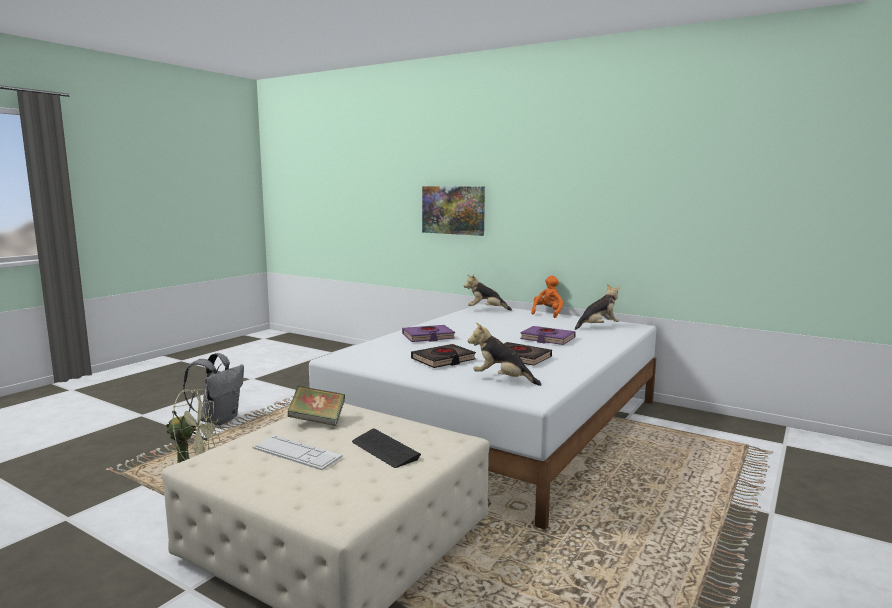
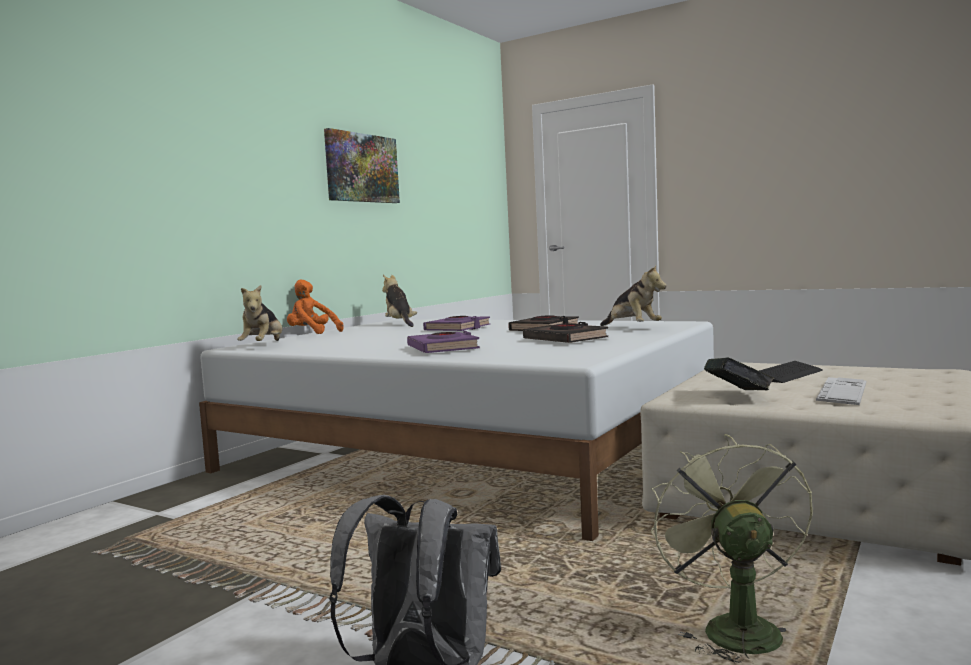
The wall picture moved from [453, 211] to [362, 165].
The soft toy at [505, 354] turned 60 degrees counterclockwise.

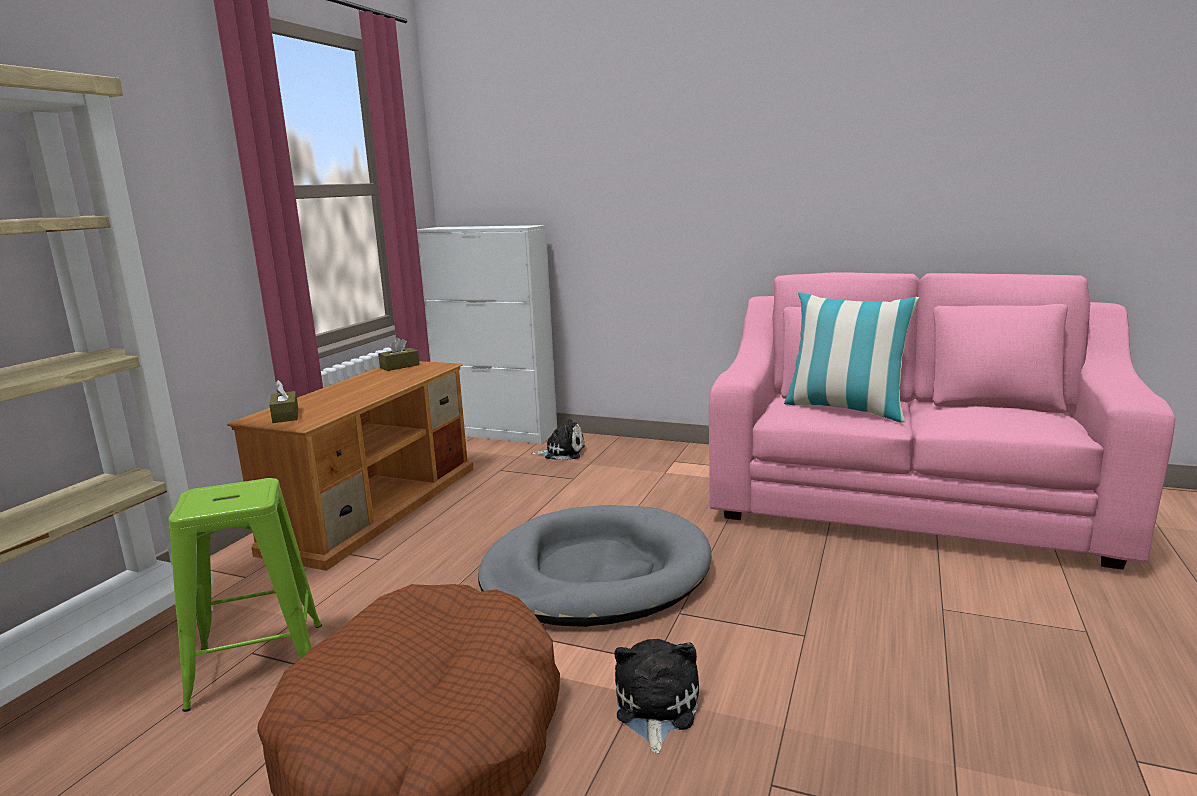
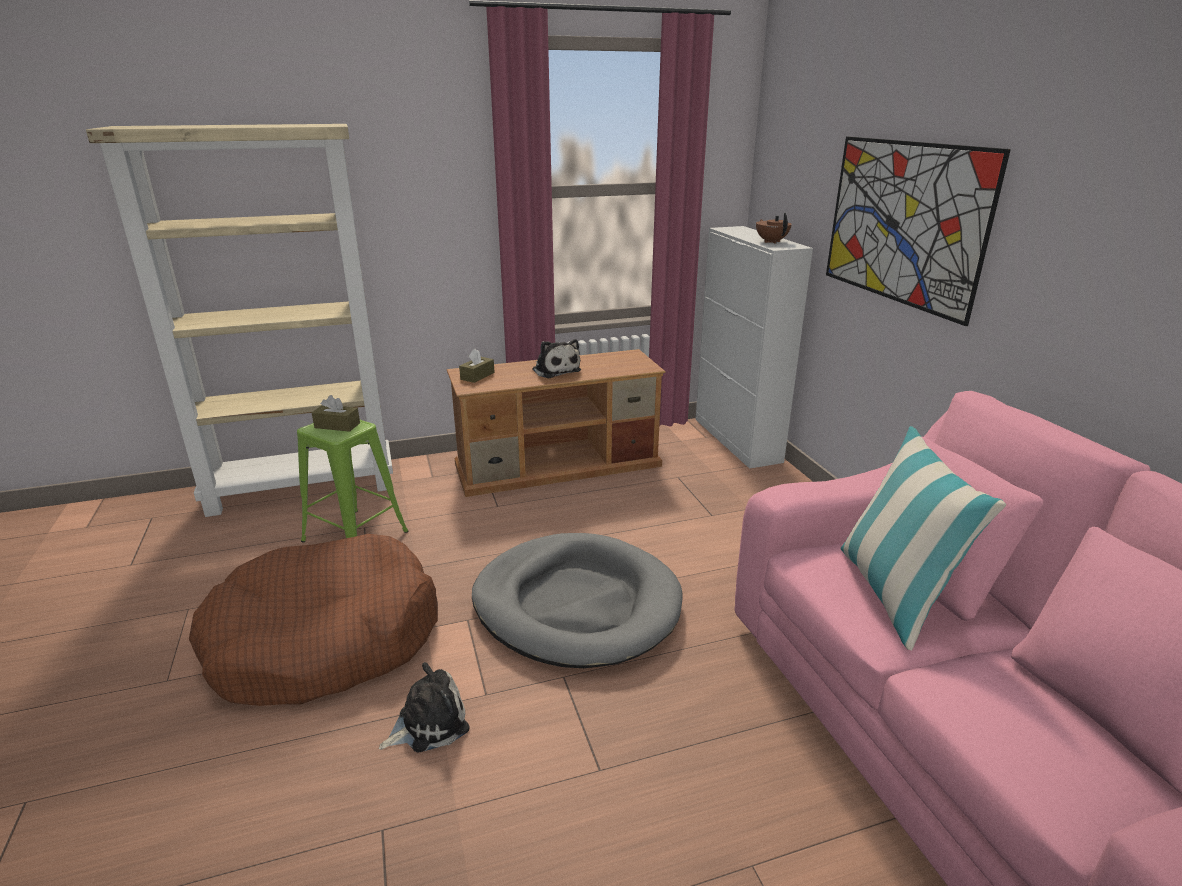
The brown tissue holder moved from [399, 354] to [336, 413].
The soft toy moved from [558, 440] to [557, 358].
The brown pot for tea at [774, 228] appeared.
The wall picture at [918, 231] appeared.

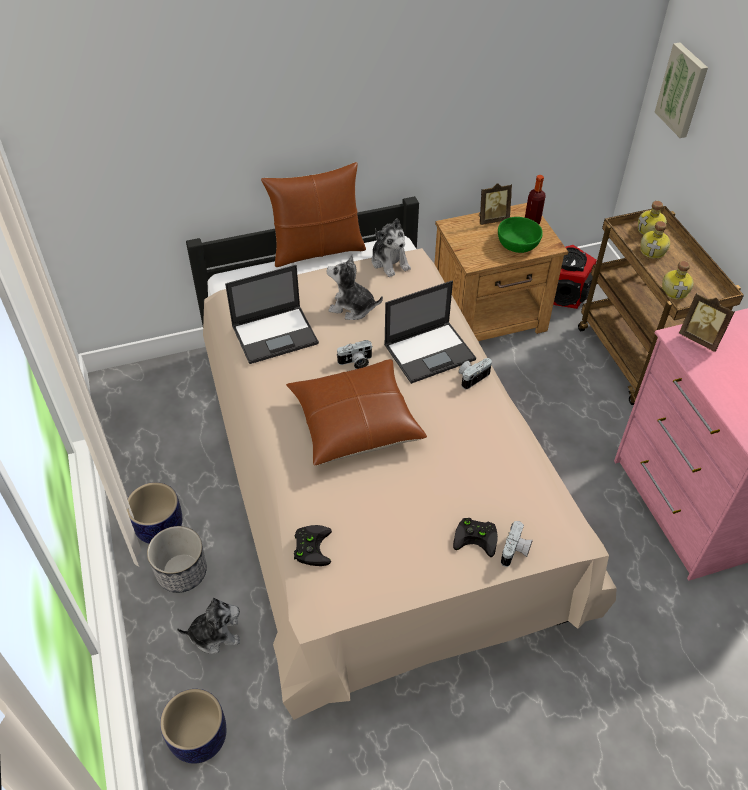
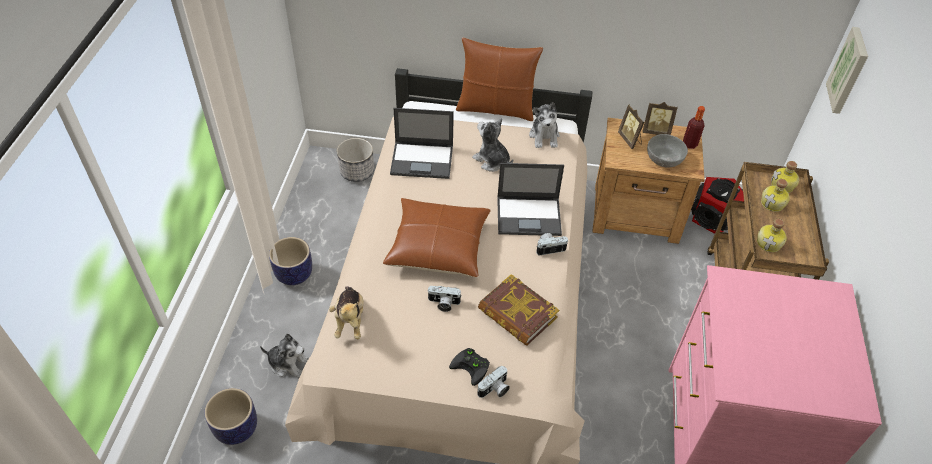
The black joypad at [313, 545] was replaced by the soft toy at [346, 312].
The plant pot moved from [177, 559] to [355, 160].
The photo camera moved from [354, 354] to [444, 299].
The volume at [518, 310] appeared.
The photo frame moved from [707, 322] to [631, 126].
The greenish deep dish at [520, 235] became the gray deep dish at [667, 150].

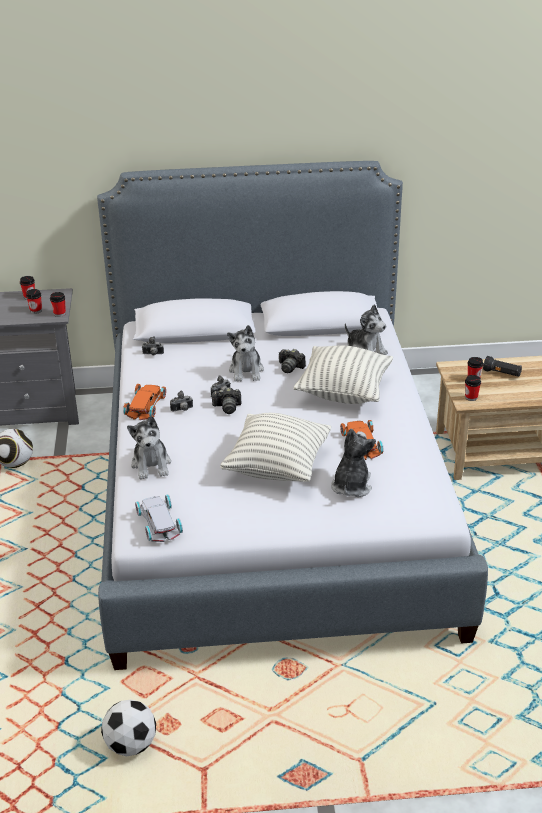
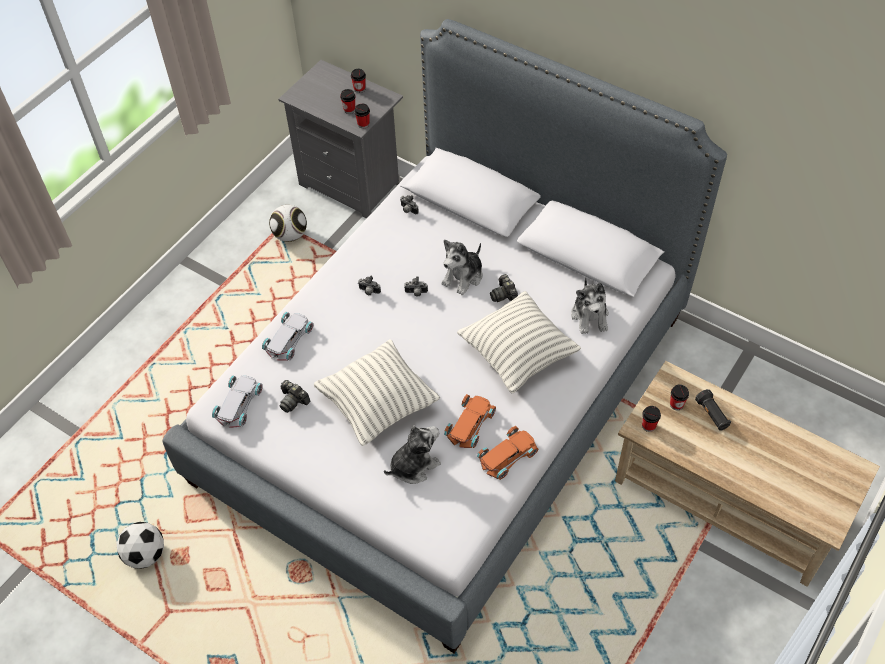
The soft toy at [149, 447] was replaced by the whitish model car at [288, 336].
The photo camera moved from [226, 400] to [295, 396].
The orange-coloured model car moved from [144, 402] to [507, 453].

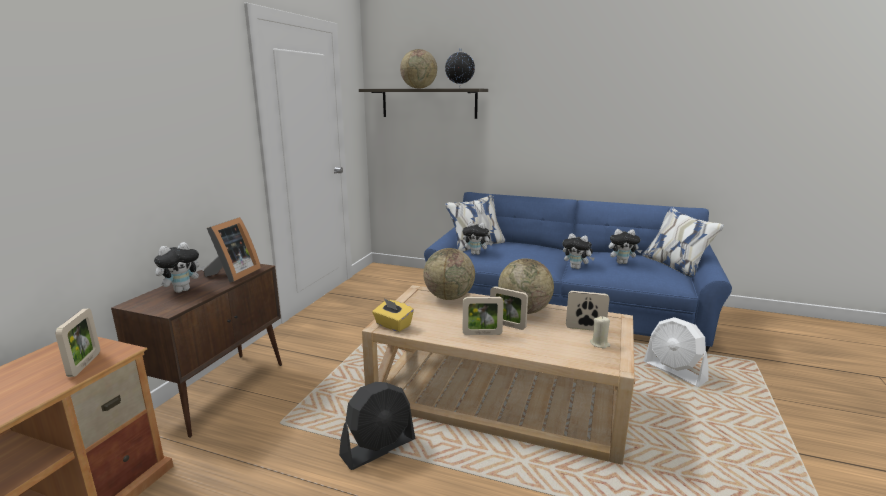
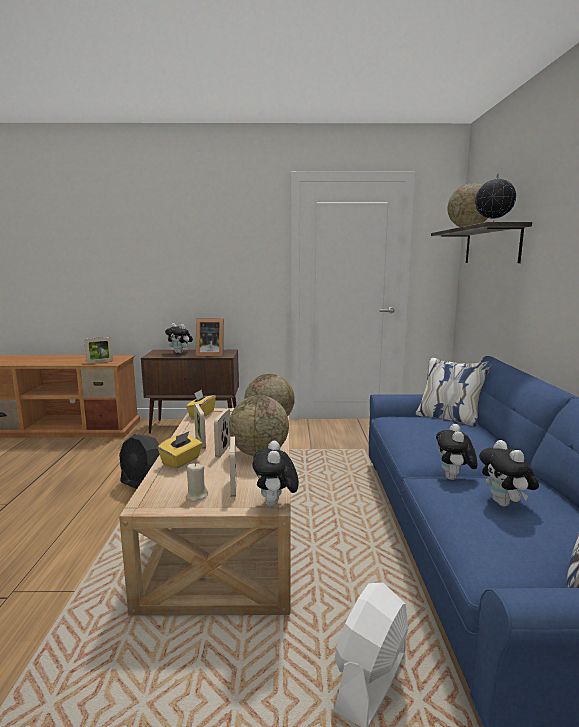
The yellowish tissue holder at [180, 450] appeared.
The soft toy moved from [477, 238] to [276, 474].

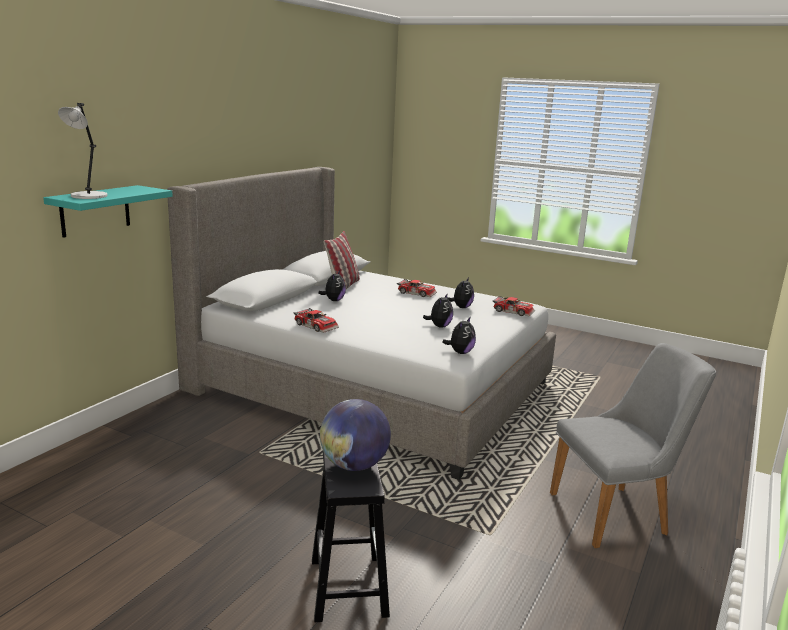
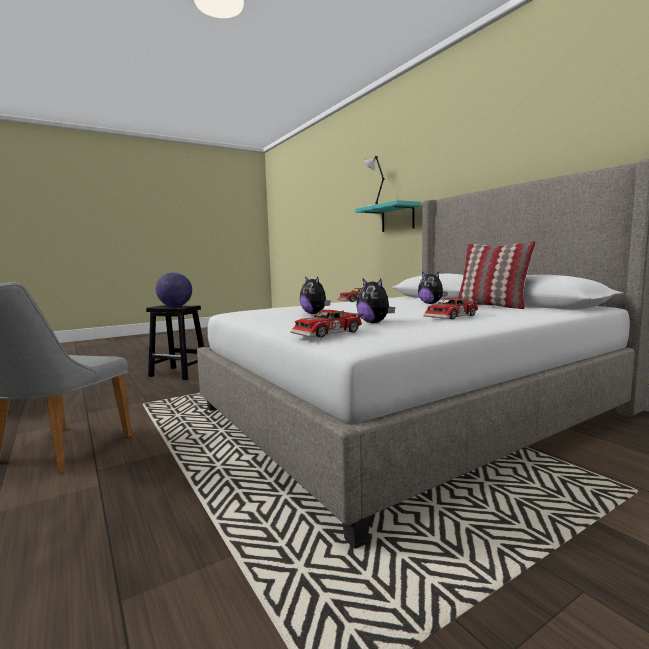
The soft toy at [459, 335] disappeared.

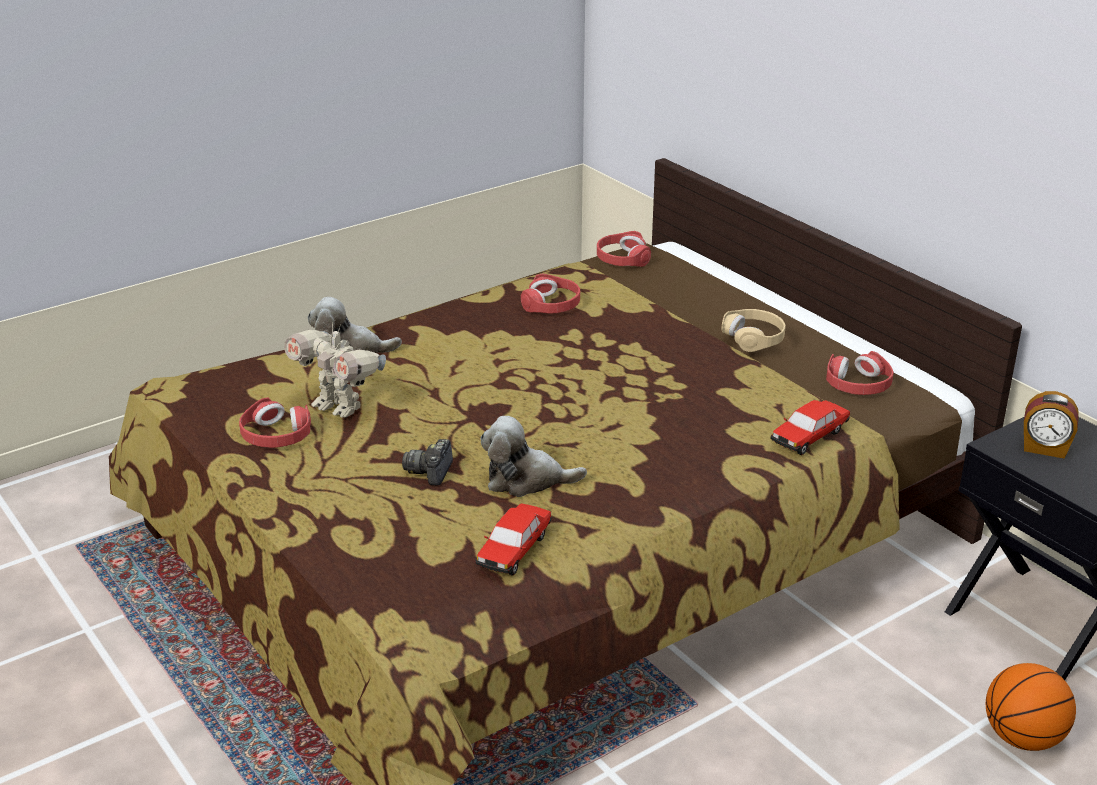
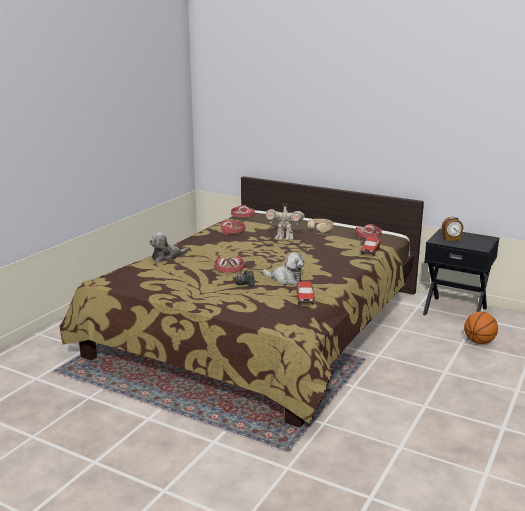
The red-coloured pair of headphones moved from [275, 422] to [229, 264].
The soft toy at [533, 456] turned 135 degrees counterclockwise.
The robot figure moved from [335, 370] to [285, 222].

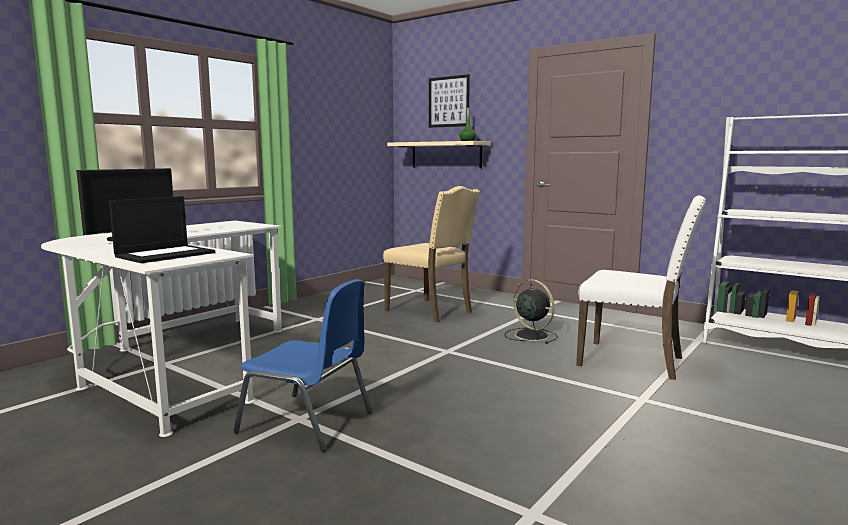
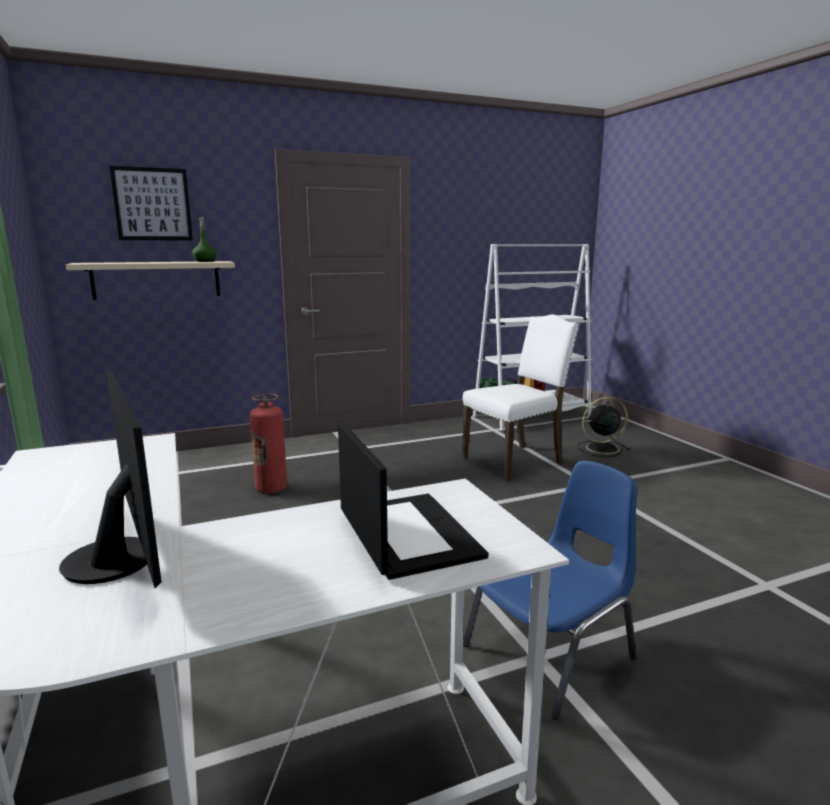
The sand-coloured plain chair at [431, 254] was replaced by the fire-fighting cylinder at [268, 443].
The black fan moved from [531, 311] to [604, 427].

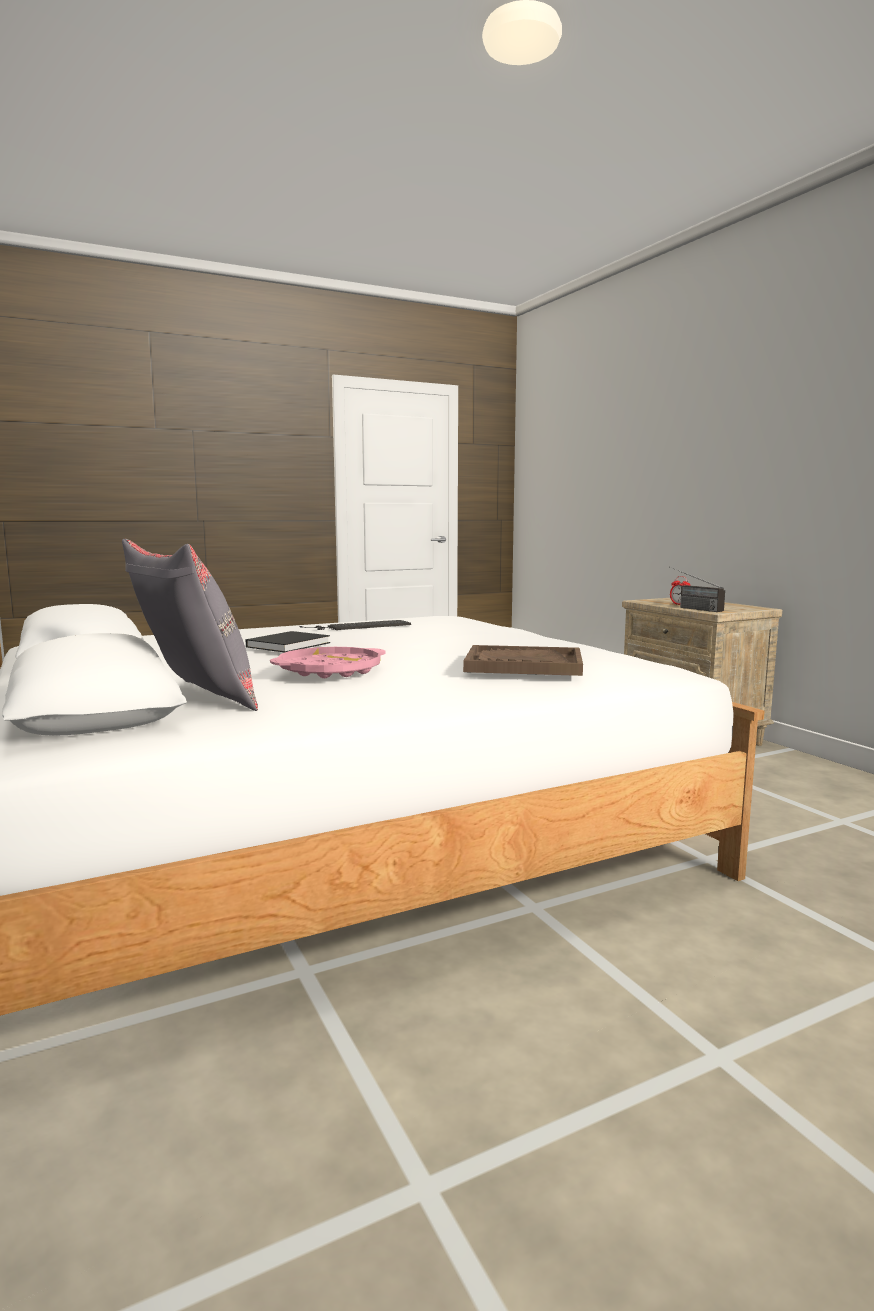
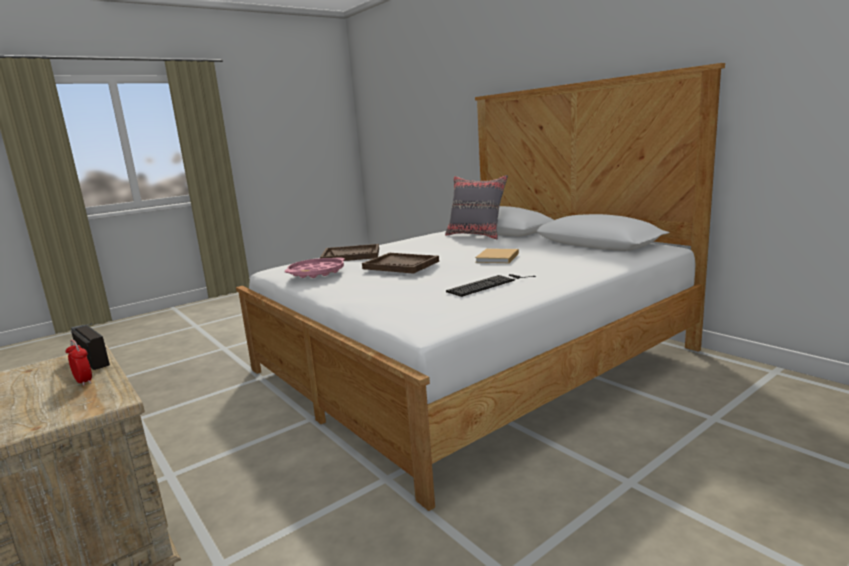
The pink tray moved from [328, 662] to [315, 267].
The brown tray at [400, 263] appeared.
The black volume at [287, 642] became the sand-coloured volume at [497, 255].

